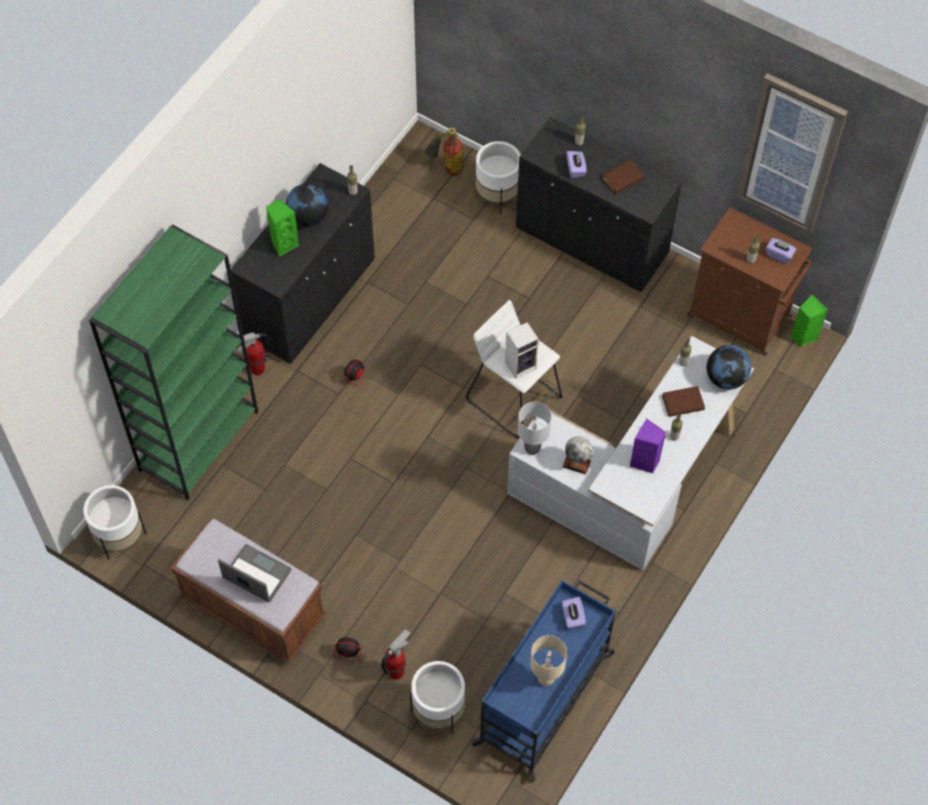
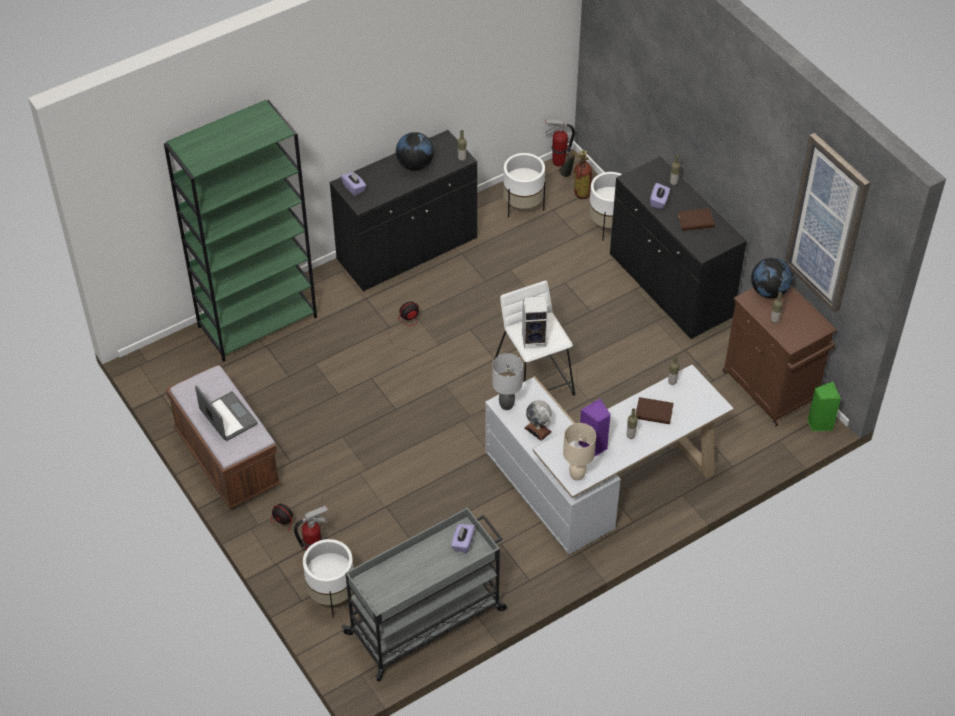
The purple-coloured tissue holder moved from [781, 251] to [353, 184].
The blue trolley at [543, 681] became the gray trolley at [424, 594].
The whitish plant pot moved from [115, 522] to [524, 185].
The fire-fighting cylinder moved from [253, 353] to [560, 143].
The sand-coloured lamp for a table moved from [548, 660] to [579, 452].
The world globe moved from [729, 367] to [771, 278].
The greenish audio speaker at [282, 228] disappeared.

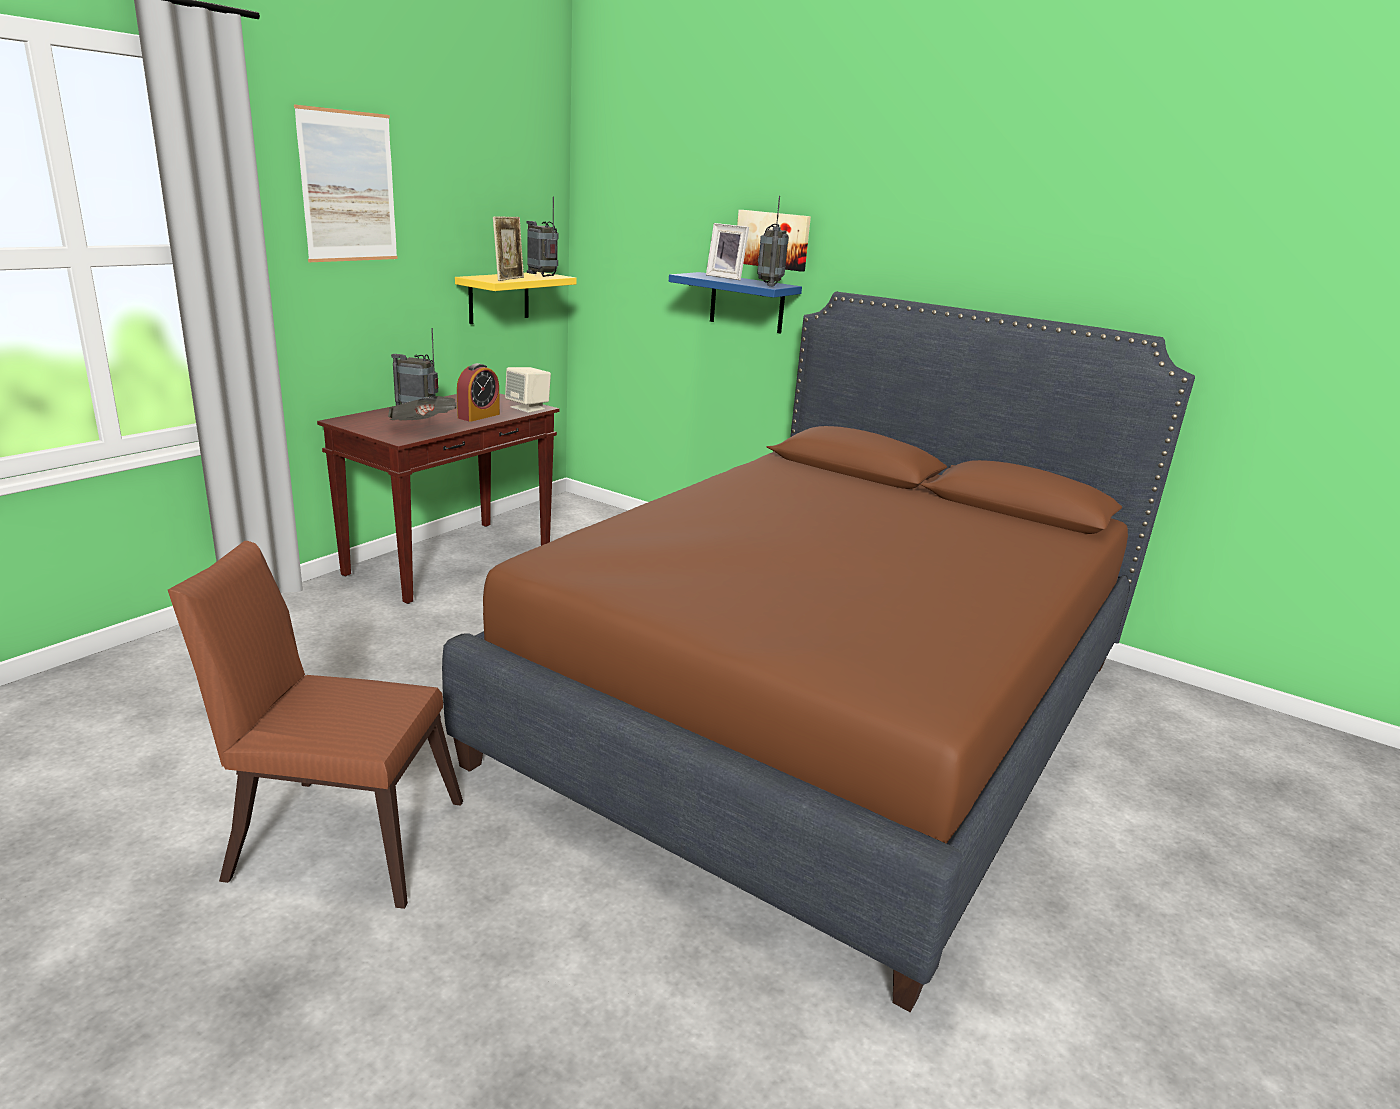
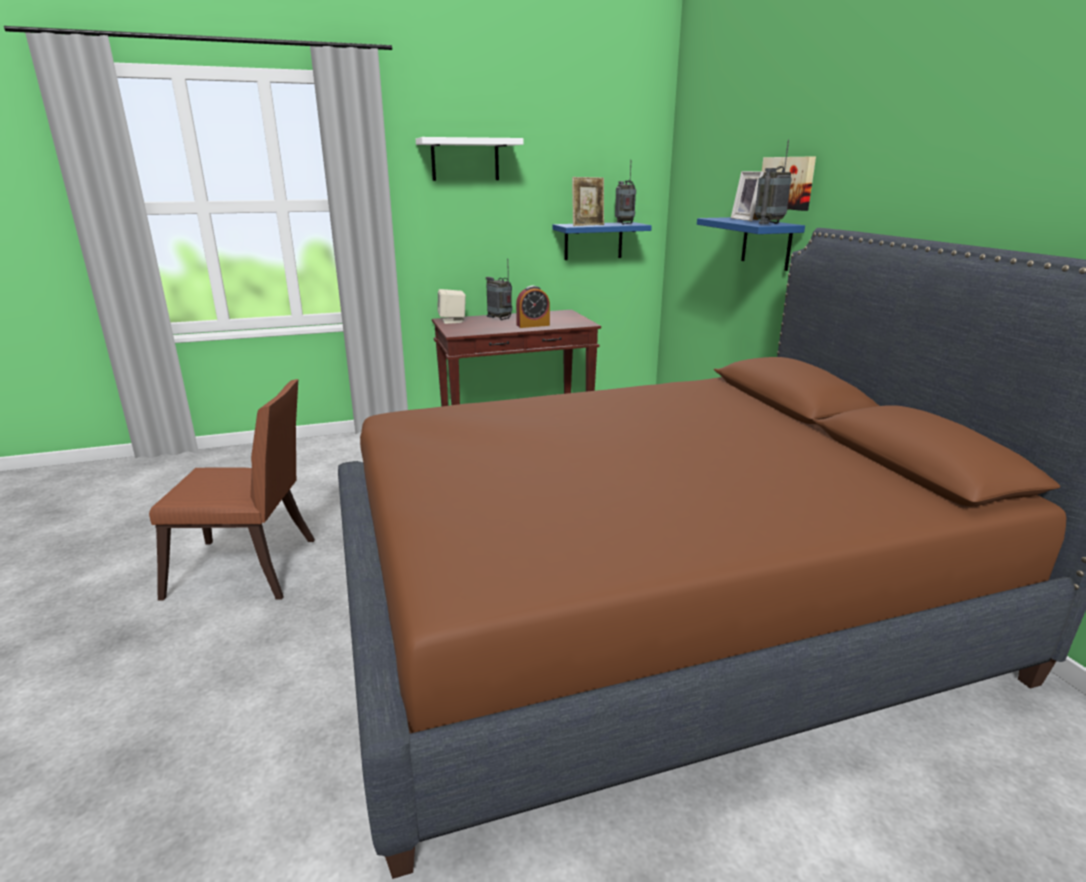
The brown plain chair at [315, 725] turned 135 degrees clockwise.
The wall picture at [346, 183] was replaced by the whitish bracket shelf at [470, 159].
The sand-coloured audio speaker moved from [528, 390] to [451, 306].
The yellowish bracket shelf at [516, 298] became the blue bracket shelf at [602, 241].
The newspaper at [422, 408] disappeared.

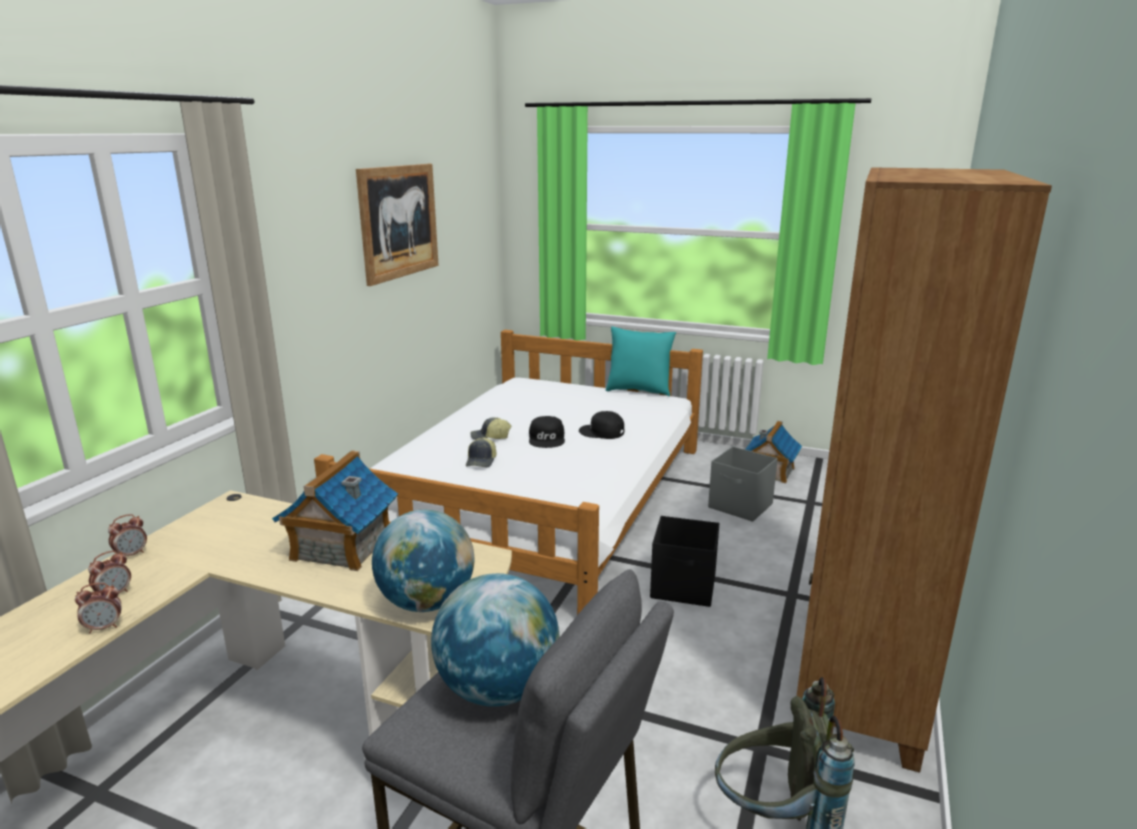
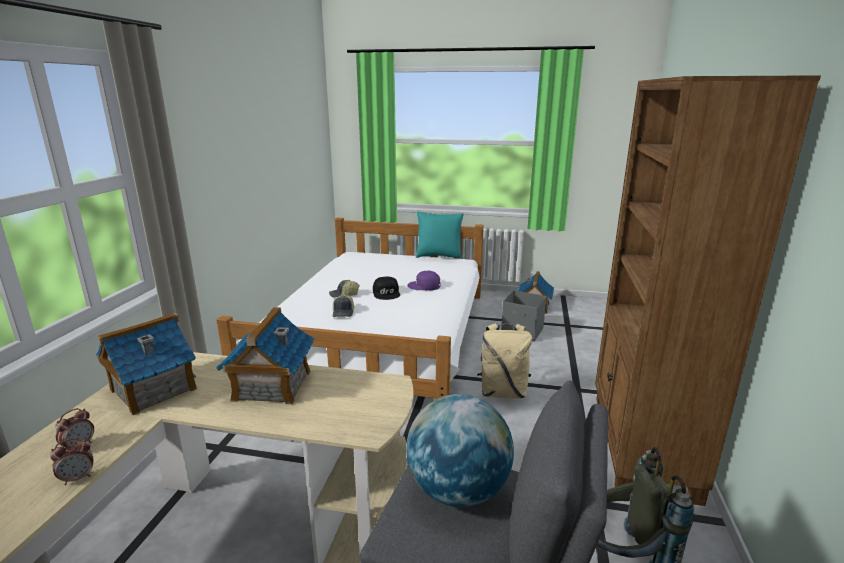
The toy house at [146, 364] appeared.
The black peaked cap at [601, 425] became the purple-coloured peaked cap at [424, 281].
The black storage container at [684, 561] was replaced by the sand-coloured knapsack at [504, 361].
The table clock at [127, 535] disappeared.
The wall picture at [397, 225] disappeared.
The world globe at [423, 560] disappeared.

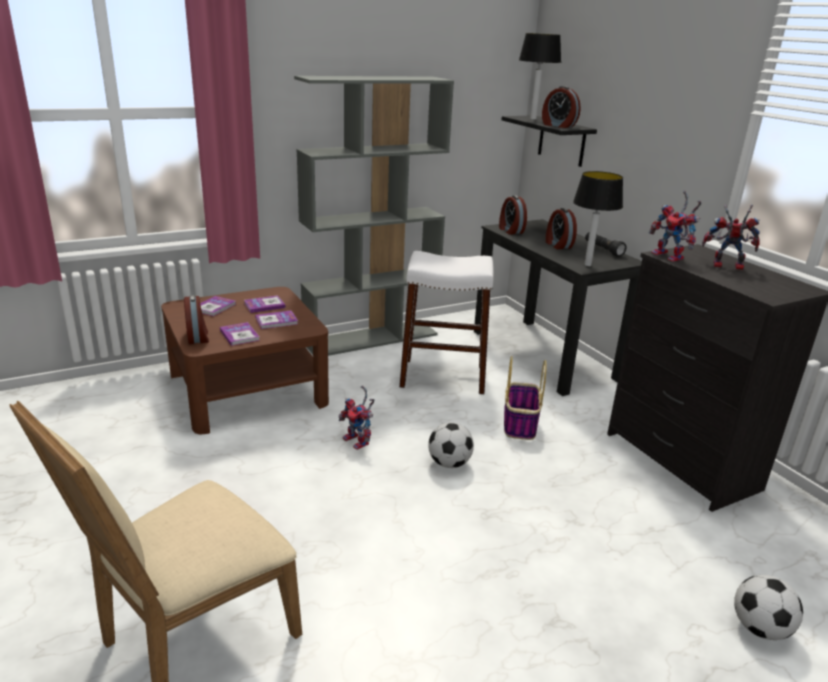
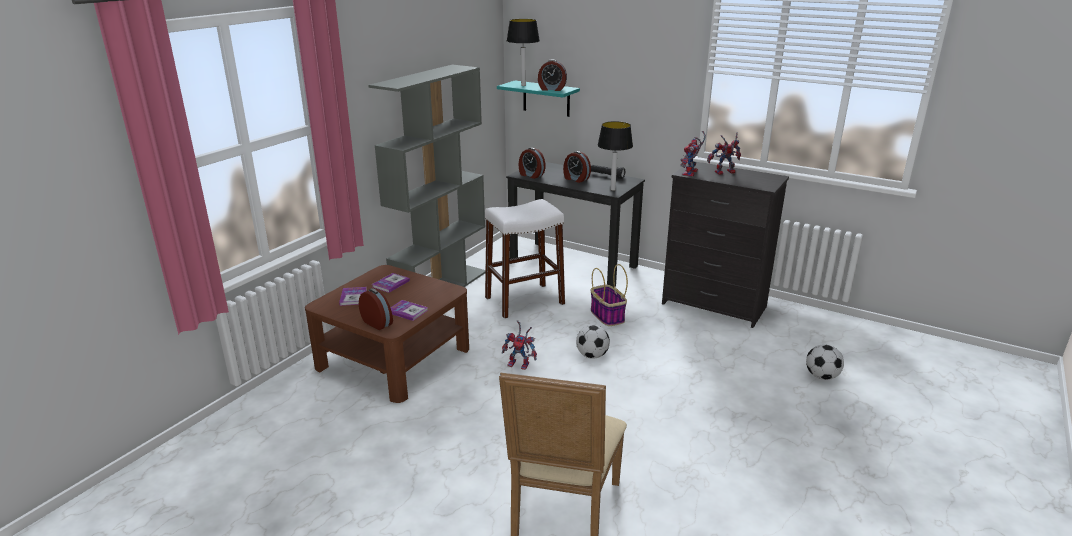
The black bracket shelf at [549, 141] became the blue-green bracket shelf at [538, 99].
The robot figure at [675, 226] turned 90 degrees clockwise.
The volume at [276, 319] disappeared.

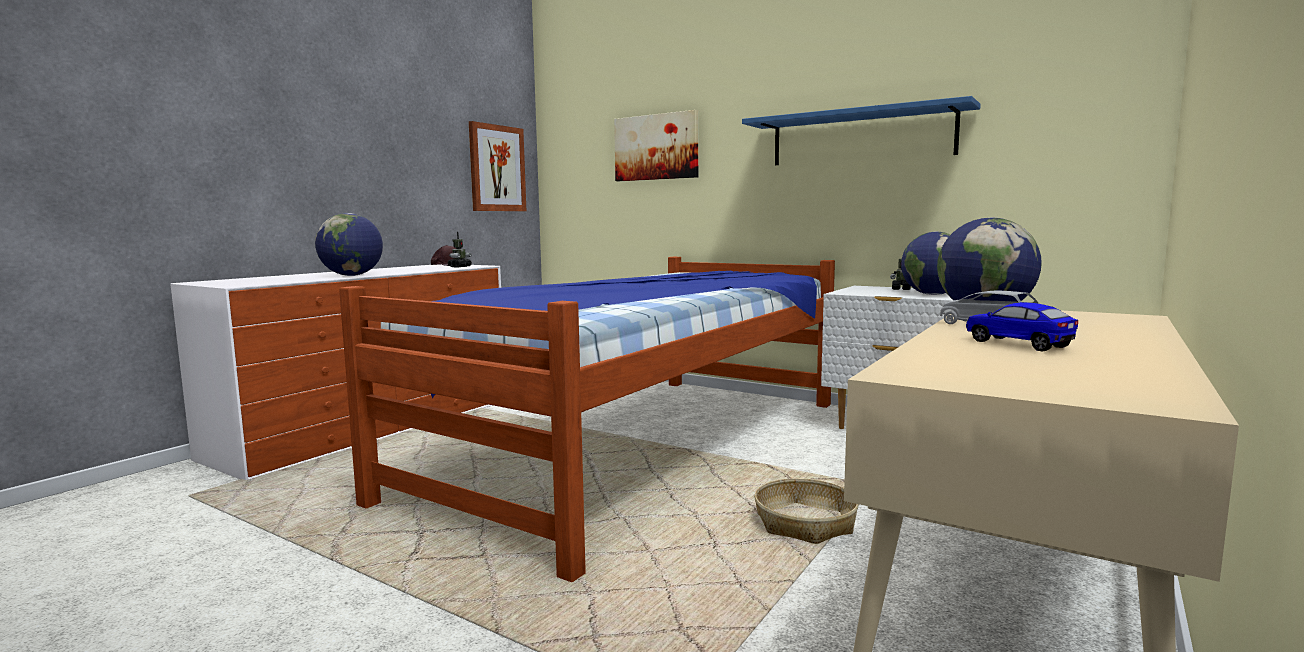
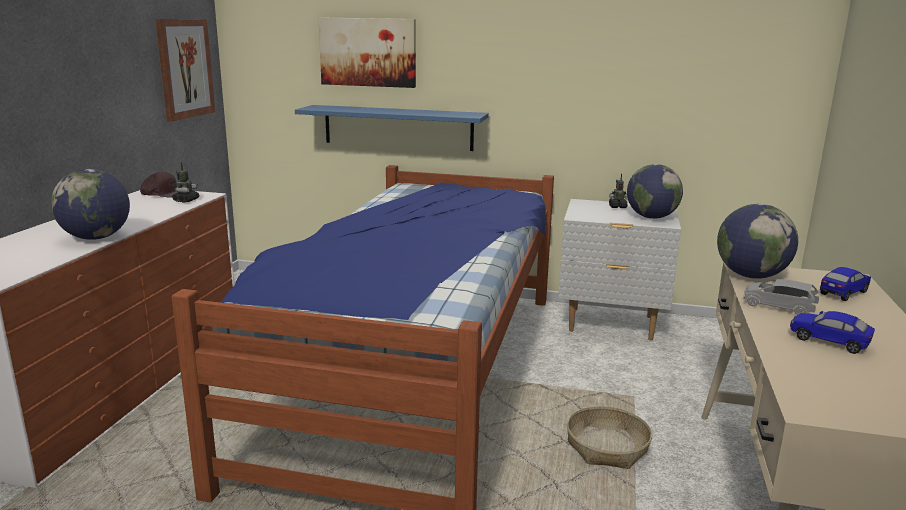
The blue bracket shelf moved from [861, 130] to [392, 128].
The model car at [845, 284] appeared.

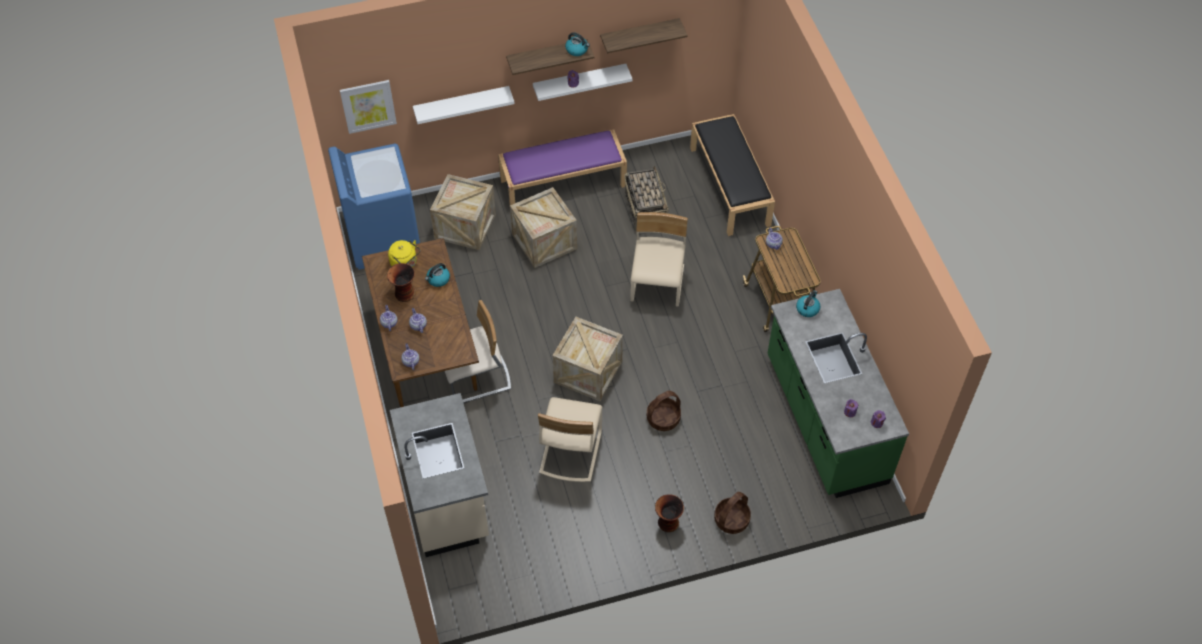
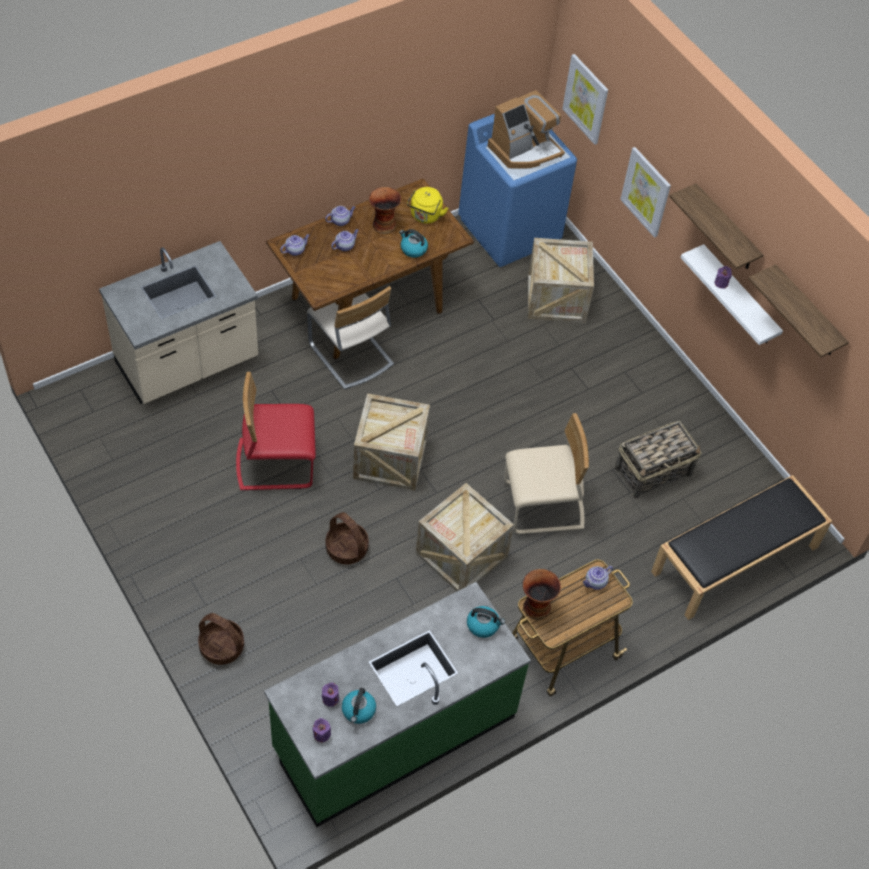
The sand-coloured plain chair at [570, 439] became the red-coloured plain chair at [276, 431].
The water kettle moved from [577, 44] to [359, 706].
The crate moved from [543, 227] to [465, 537].
The coffee machine at [526, 129] appeared.
The decorative vase moved from [669, 513] to [542, 594].
The whitish bracket shelf at [464, 105] was replaced by the wall picture at [645, 192].
The purple-coloured bench at [562, 167] disappeared.

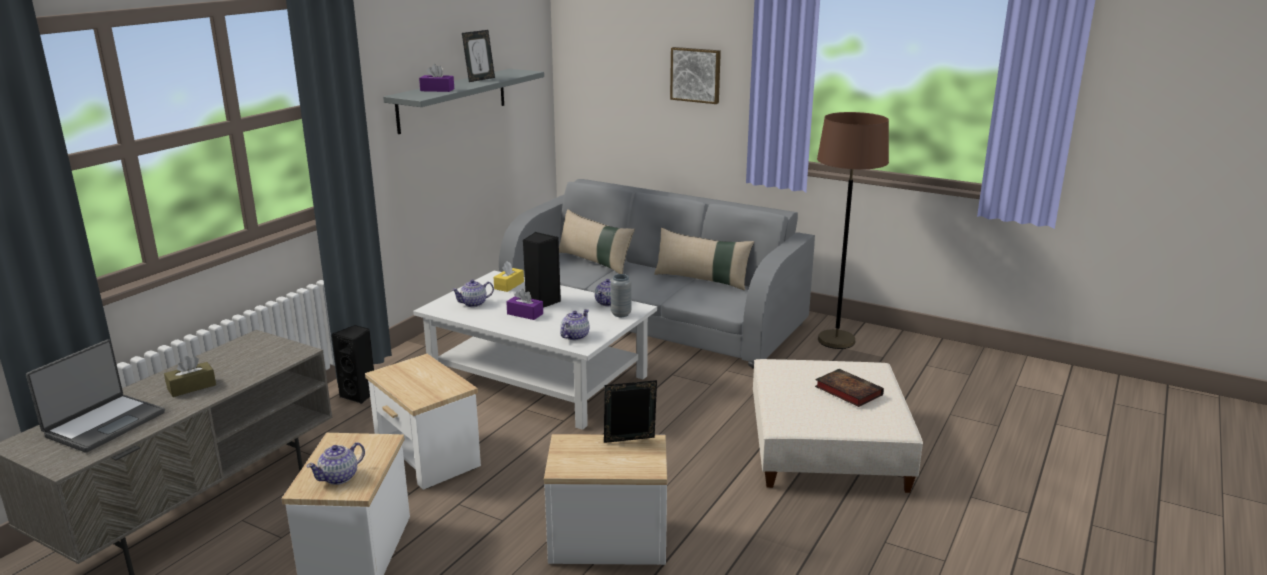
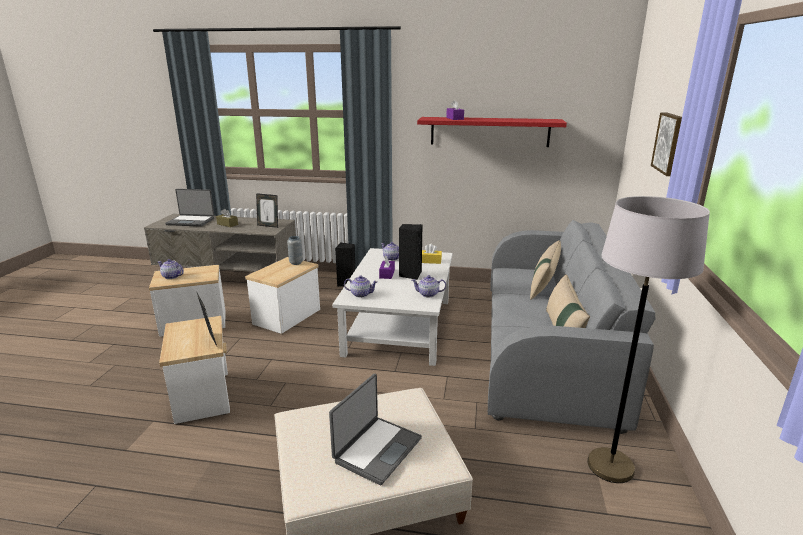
The photo frame moved from [478, 56] to [267, 210].
The gray decorative vase moved from [621, 295] to [295, 250].
The volume at [849, 388] was replaced by the laptop at [375, 429].
The gray bracket shelf at [463, 101] became the red-coloured bracket shelf at [492, 132].
The brown floor lamp at [853, 230] became the gray floor lamp at [648, 339].

